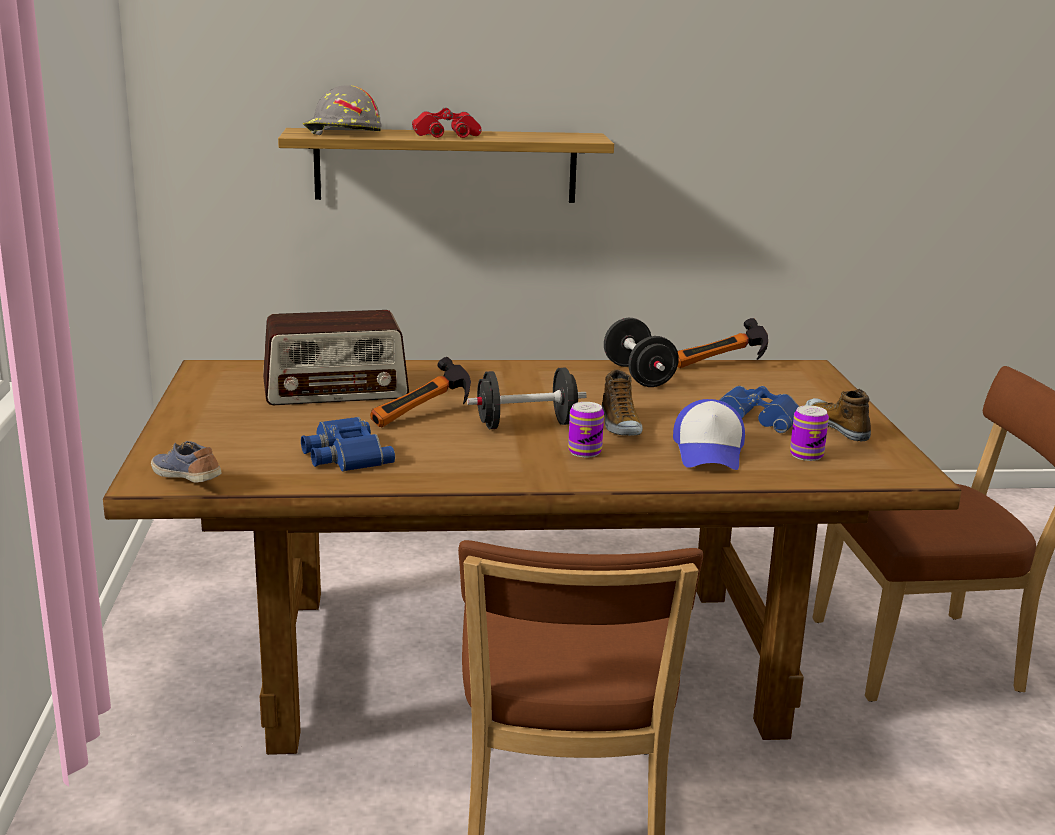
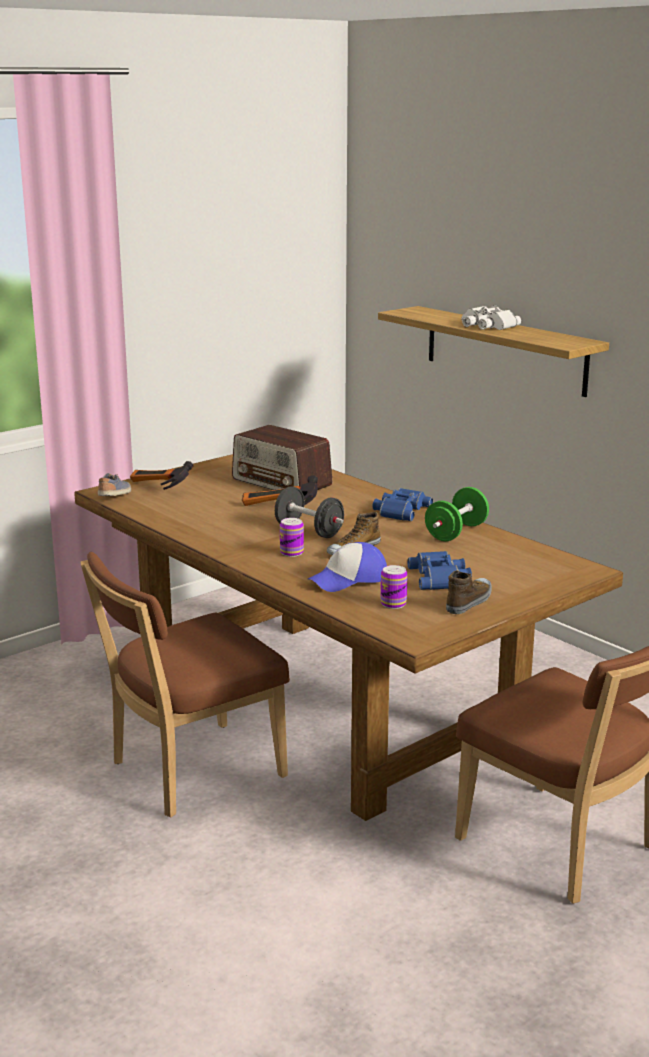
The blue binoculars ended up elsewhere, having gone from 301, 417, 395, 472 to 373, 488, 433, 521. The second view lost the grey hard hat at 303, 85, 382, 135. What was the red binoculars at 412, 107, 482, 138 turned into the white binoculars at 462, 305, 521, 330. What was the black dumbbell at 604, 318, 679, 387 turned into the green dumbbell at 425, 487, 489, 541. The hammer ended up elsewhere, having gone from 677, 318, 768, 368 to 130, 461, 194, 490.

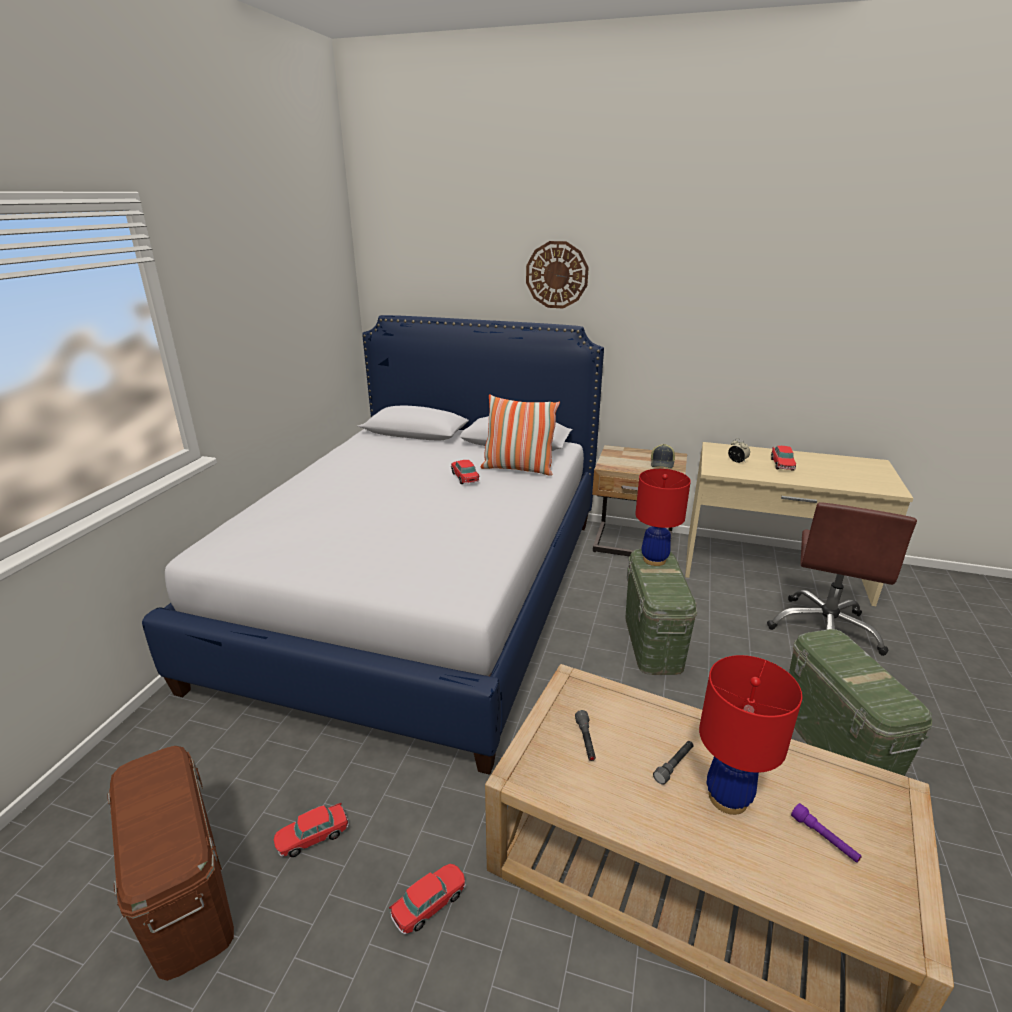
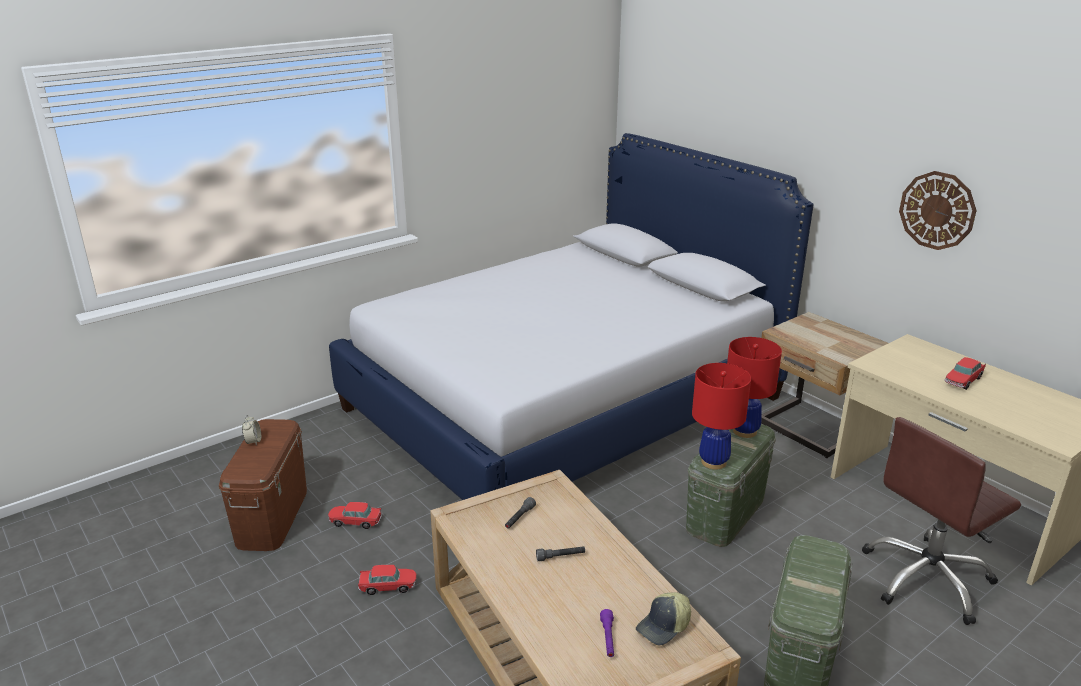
The second view lost the toy car at 451, 460, 480, 484. The second view lost the pillow at 480, 394, 560, 476. The wall clock ended up elsewhere, having gone from 526, 241, 589, 309 to 899, 171, 977, 250. The cap ended up elsewhere, having gone from 651, 444, 675, 468 to 636, 592, 691, 645. The red table lamp ended up elsewhere, having gone from 699, 655, 802, 815 to 692, 363, 751, 470. The alarm clock ended up elsewhere, having gone from 728, 439, 750, 463 to 242, 415, 261, 446.

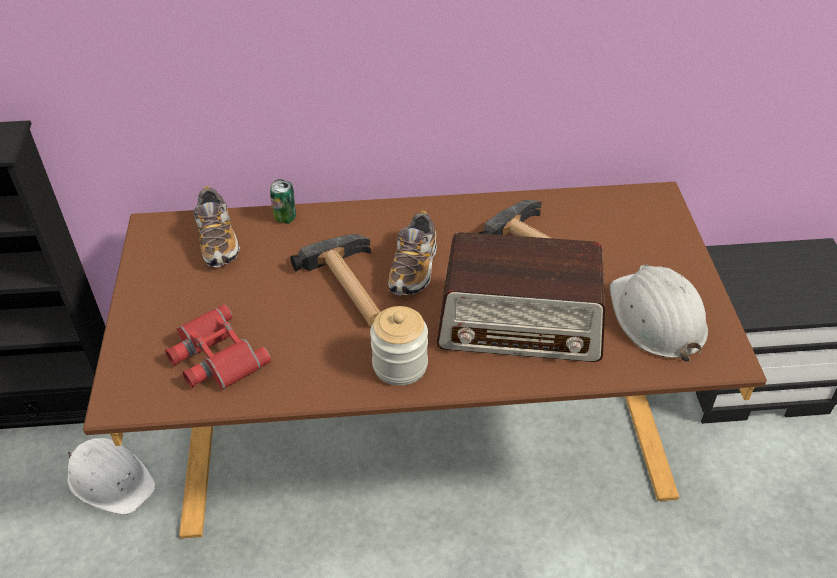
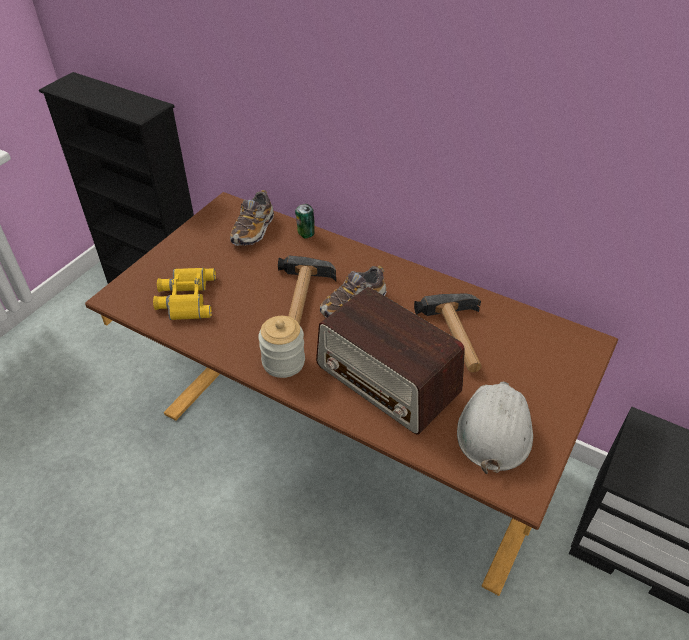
The second view lost the white hard hat at 67, 438, 156, 515. What was the red binoculars at 165, 304, 271, 390 turned into the yellow binoculars at 153, 268, 216, 320.

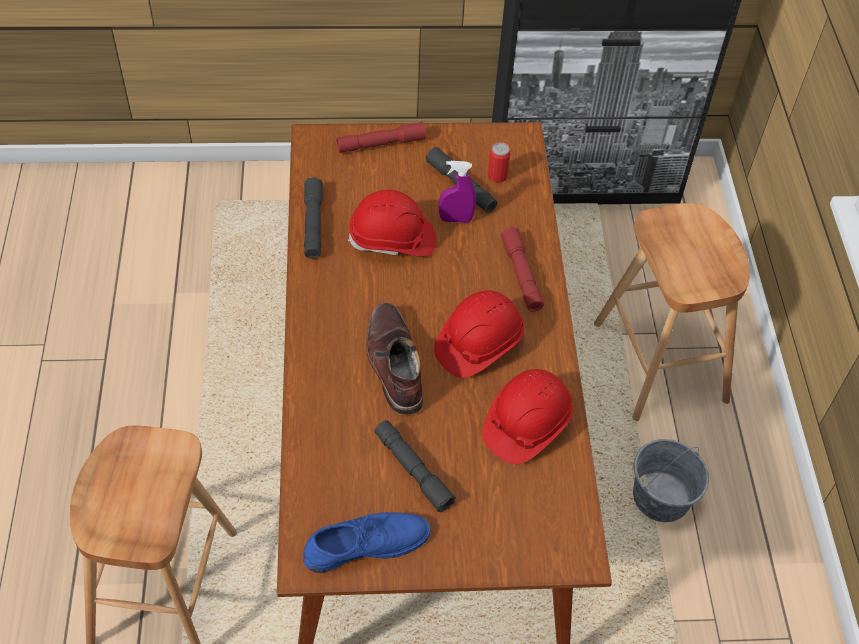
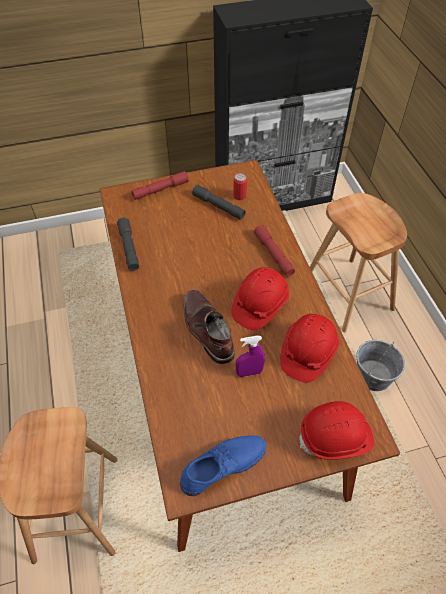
The red hard hat ended up elsewhere, having gone from 348, 190, 436, 257 to 299, 401, 374, 460. The second view lost the grey flashlight at 375, 420, 456, 512. The purple spray bottle ended up elsewhere, having gone from 439, 161, 476, 223 to 235, 336, 265, 377.

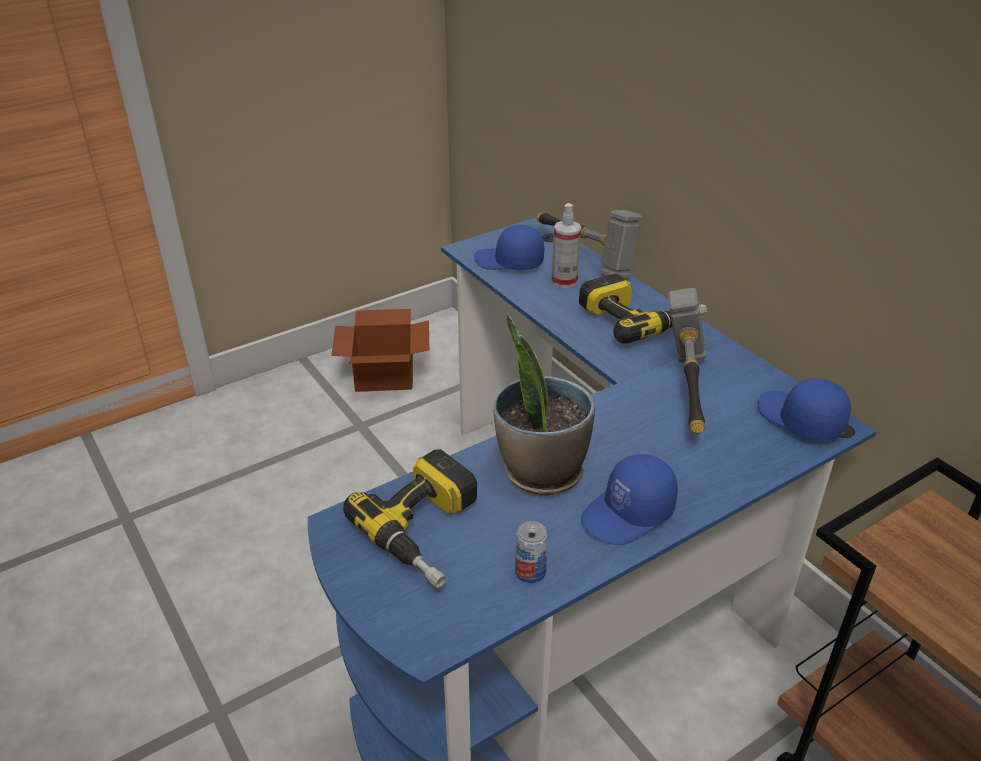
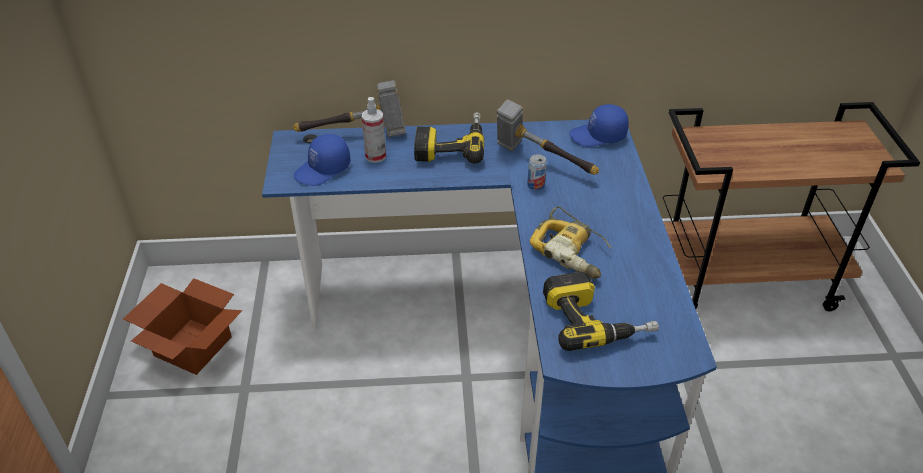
Where the potted plant stood at 493, 314, 595, 496, the power drill came to stand at 530, 207, 611, 279. The can ended up elsewhere, having gone from 515, 521, 548, 583 to 527, 154, 547, 191. The second view lost the blue cap at 581, 454, 678, 545.

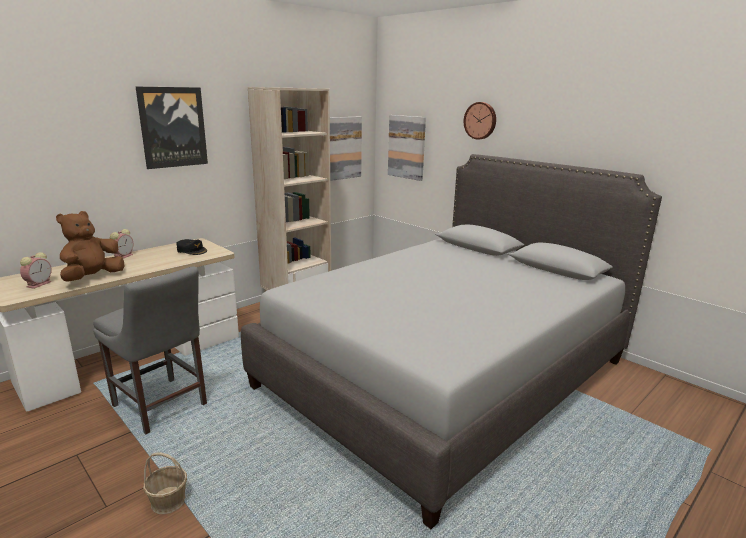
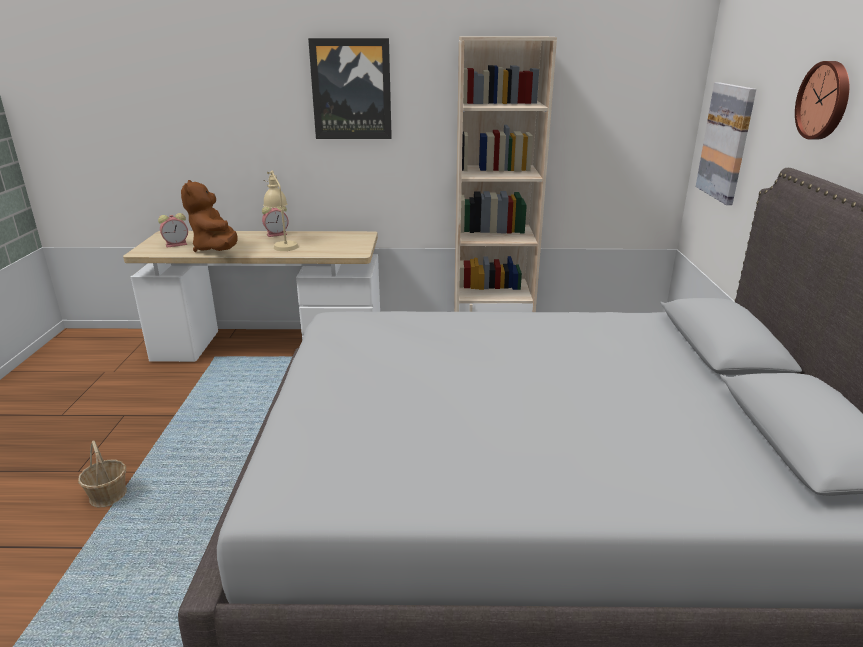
The brown plush toy at 56, 211, 125, 282 ended up facing another way, 90 degrees counterclockwise from before. The second view lost the grey chair at 93, 266, 207, 434. The second view lost the black cap at 176, 239, 207, 255. The second view lost the picture at 330, 117, 362, 181. The second view gained the beige table lamp at 263, 171, 298, 251.

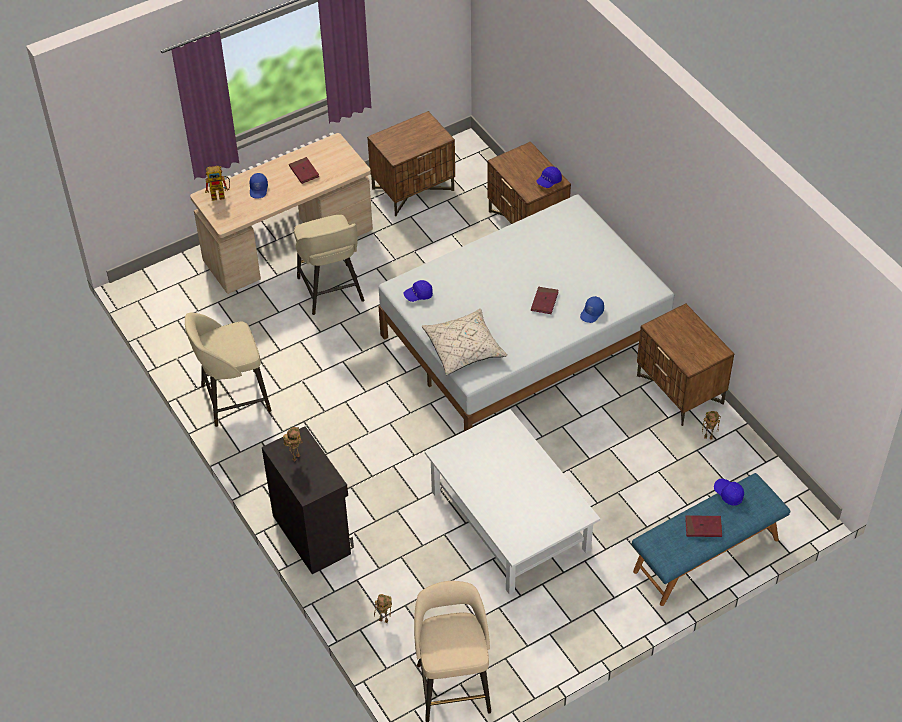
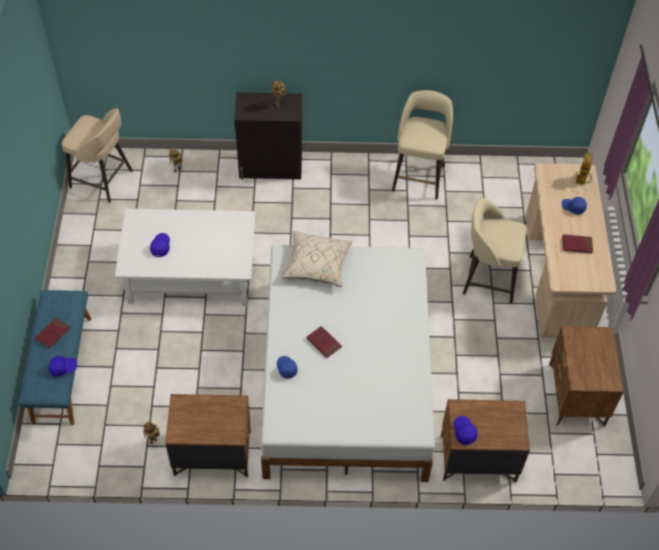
The blue cap ended up elsewhere, having gone from 403, 280, 433, 302 to 150, 233, 170, 257.

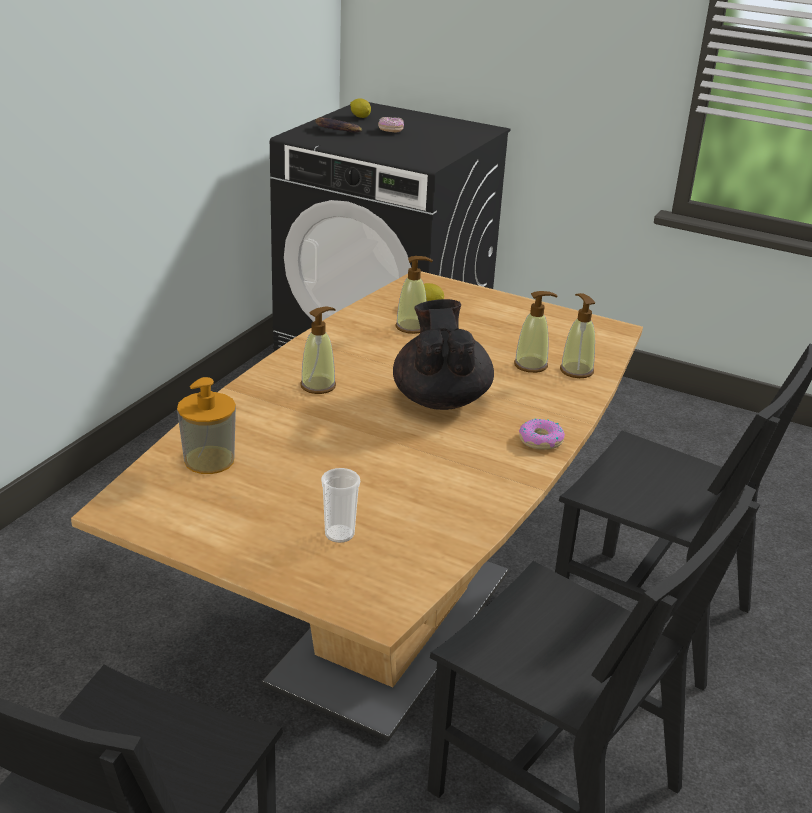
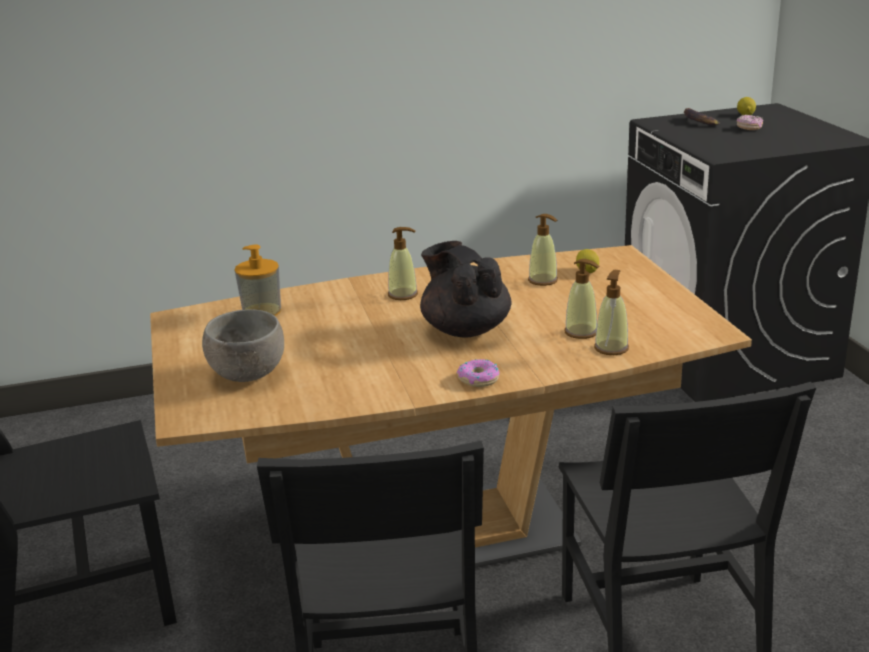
Where the cup stood at 321, 468, 360, 543, the grey bowl came to stand at 202, 309, 284, 382. The black teapot at 393, 299, 494, 410 ended up facing another way, 75 degrees counterclockwise from before.

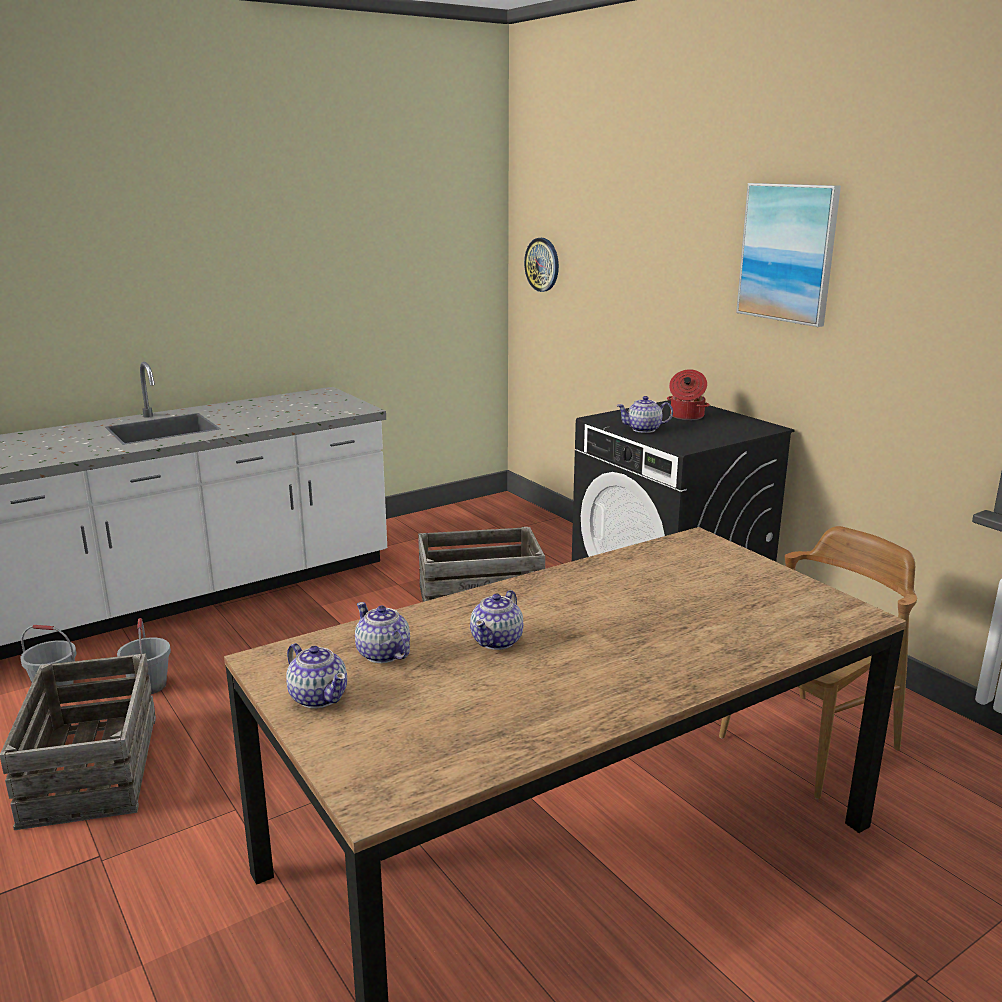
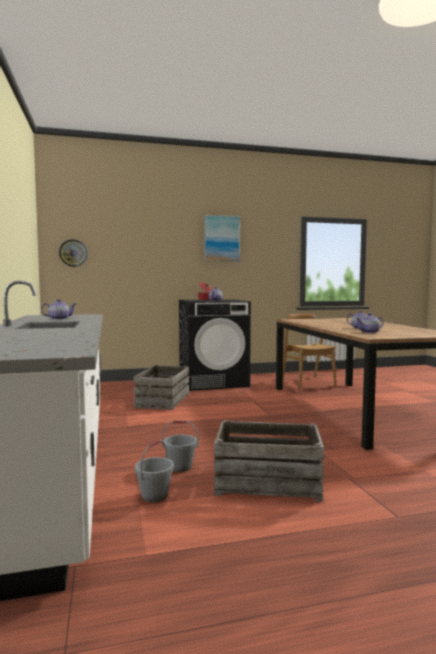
The teapot ended up elsewhere, having gone from 286, 643, 347, 708 to 41, 299, 76, 320.

